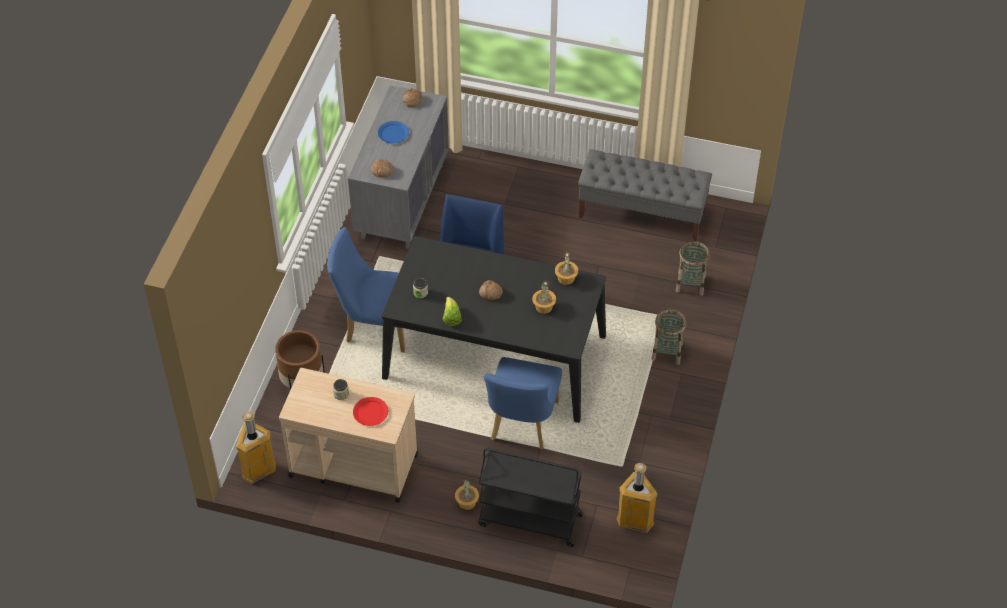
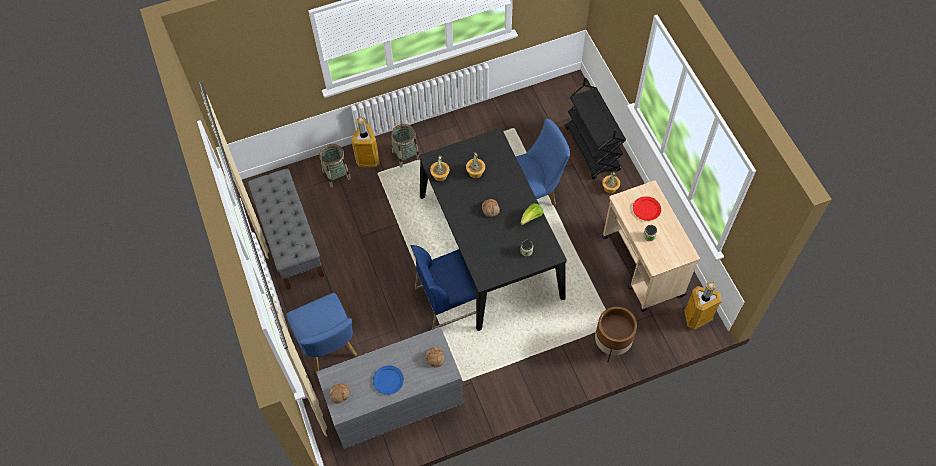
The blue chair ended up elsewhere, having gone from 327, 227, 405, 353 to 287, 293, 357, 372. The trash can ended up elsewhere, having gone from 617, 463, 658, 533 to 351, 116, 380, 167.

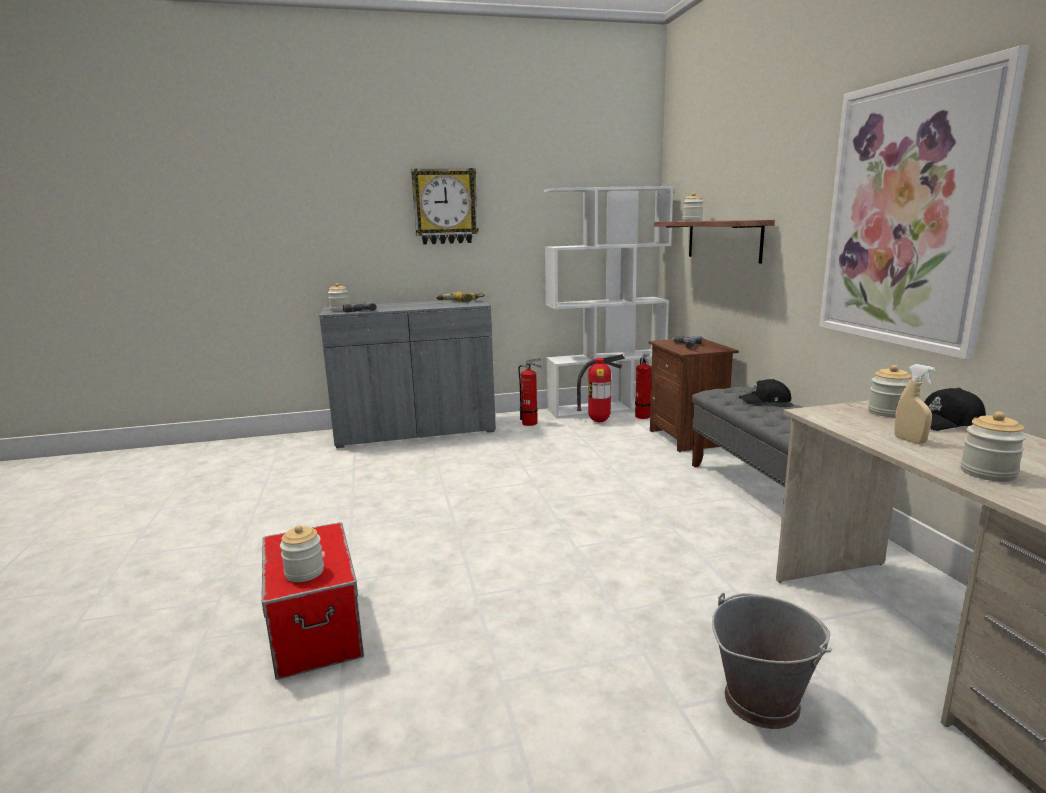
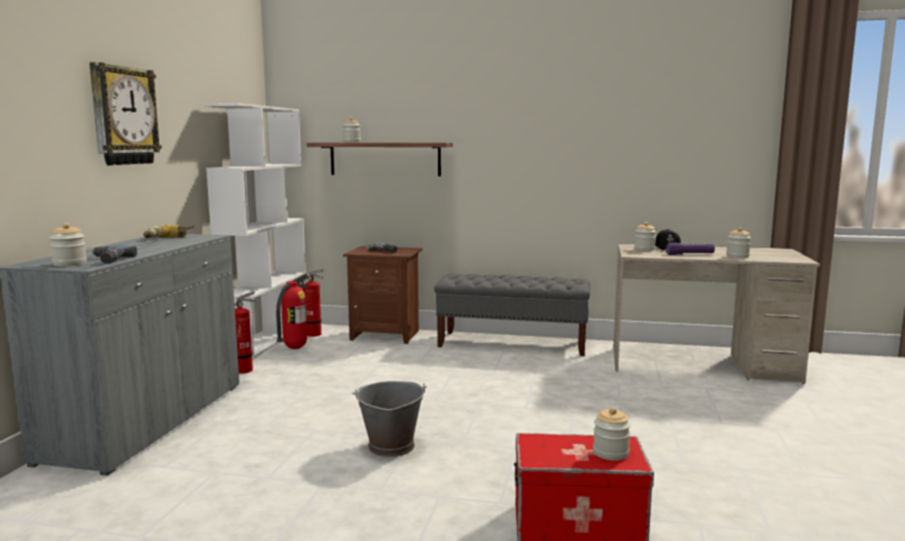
The grey bucket ended up elsewhere, having gone from 712, 593, 832, 729 to 352, 381, 427, 457. The second view lost the black cap at 739, 379, 791, 404. The second view lost the picture at 819, 45, 1029, 360. Where the beige spray bottle stood at 894, 364, 935, 444, the purple flashlight came to stand at 666, 242, 715, 255.

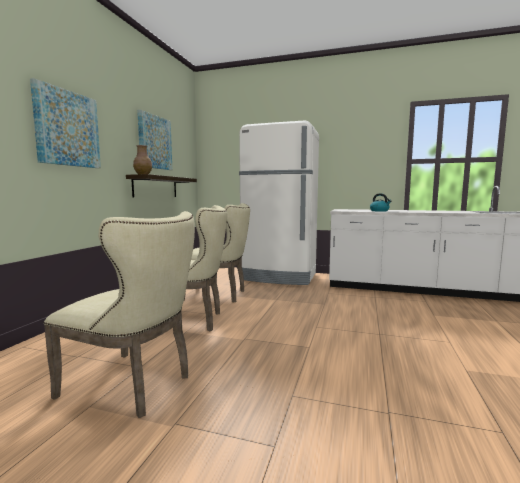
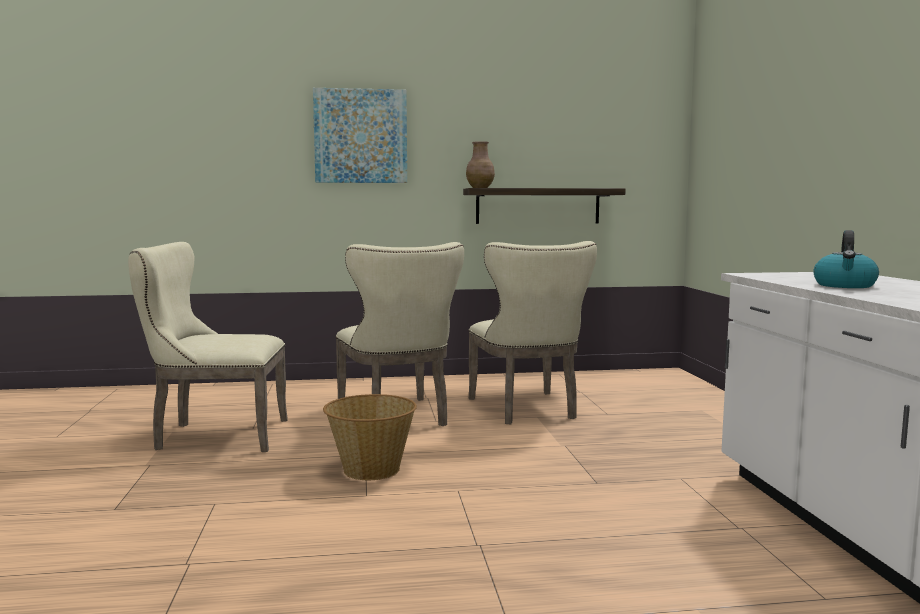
The beige chair at 44, 211, 195, 418 ended up facing another way, 90 degrees clockwise from before. The second view lost the picture at 137, 110, 172, 170. The second view lost the white fridge at 239, 121, 319, 285. The second view gained the basket at 323, 394, 417, 480.

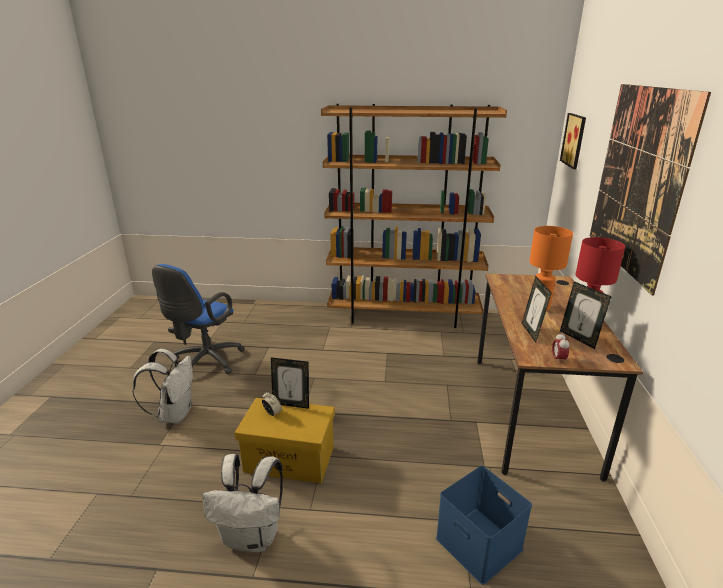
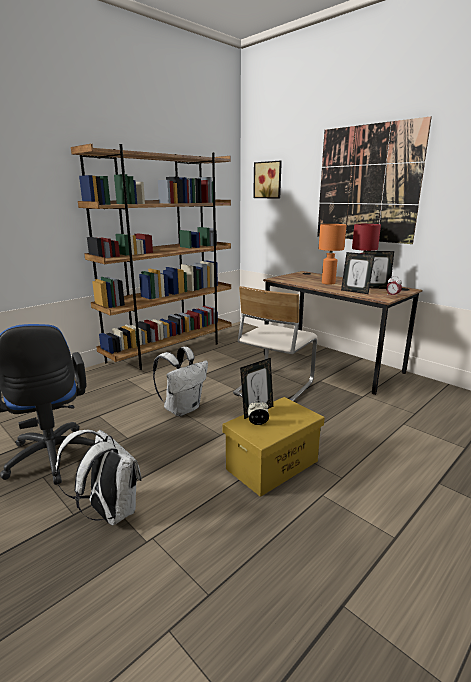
The white backpack ended up elsewhere, having gone from 203, 454, 283, 552 to 153, 347, 208, 416. The second view lost the blue storage box at 436, 466, 532, 585. The second view gained the beige chair at 233, 286, 318, 401.

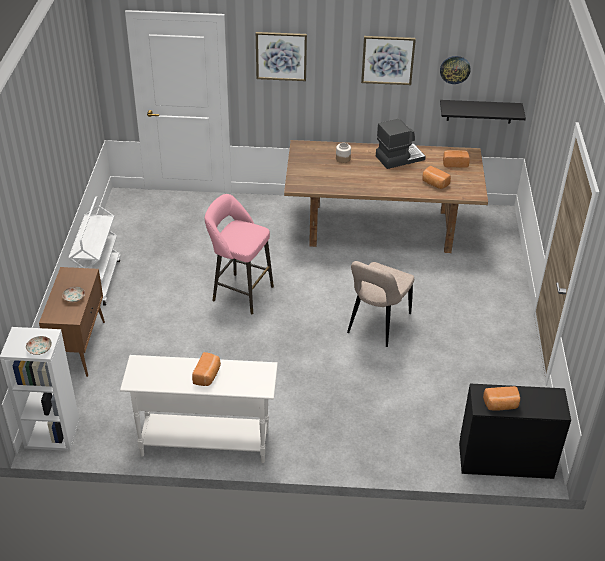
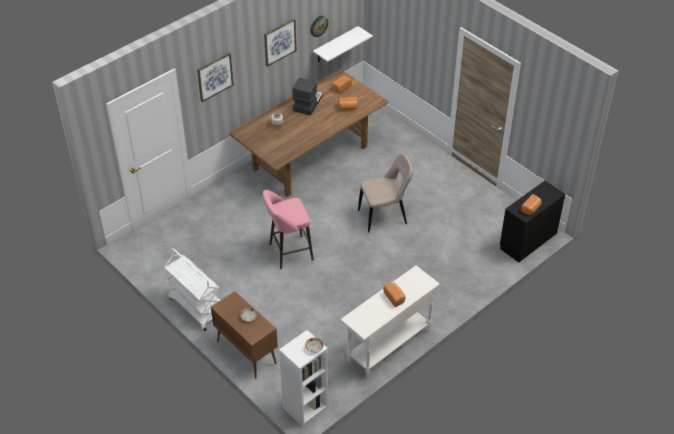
The beige chair at 347, 261, 414, 347 ended up facing another way, 90 degrees counterclockwise from before. What was the black shelf at 440, 100, 526, 123 turned into the white shelf at 313, 26, 373, 62.

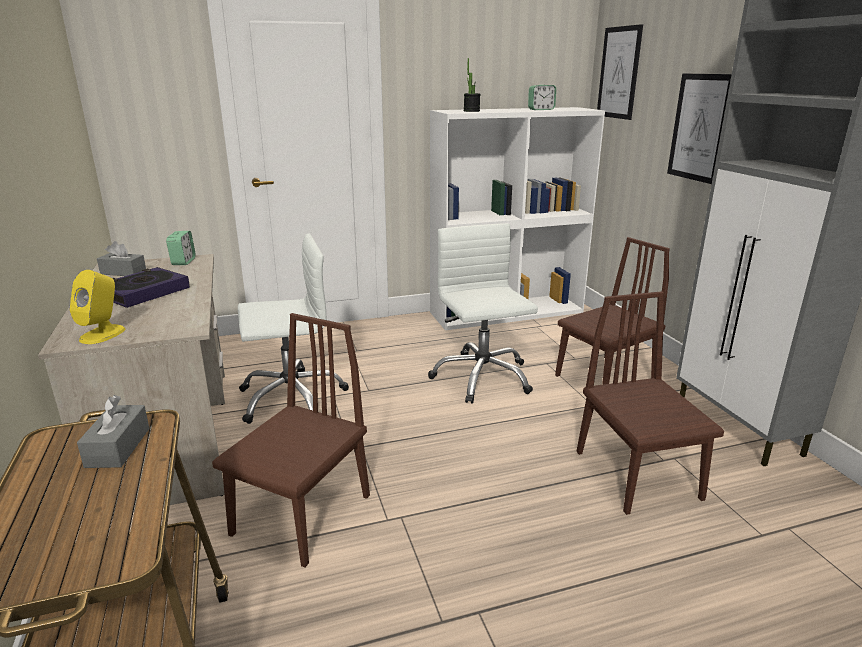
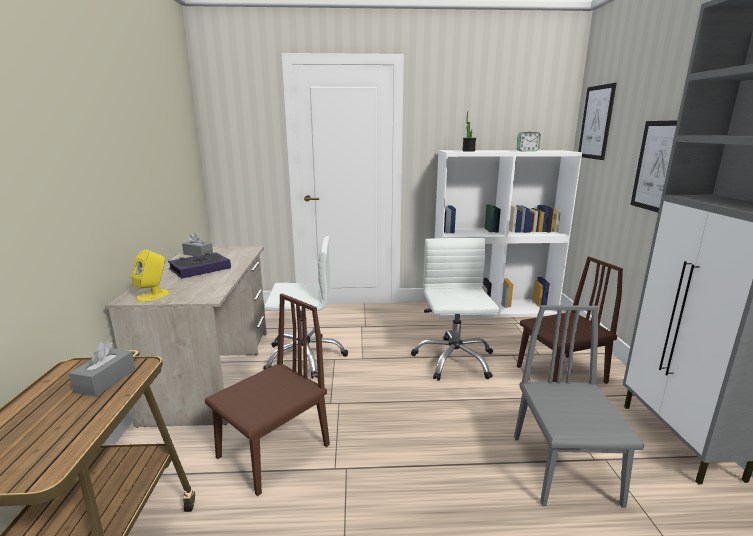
The second view lost the alarm clock at 166, 231, 196, 265. What was the brown chair at 577, 291, 724, 515 turned into the grey chair at 514, 305, 644, 508.

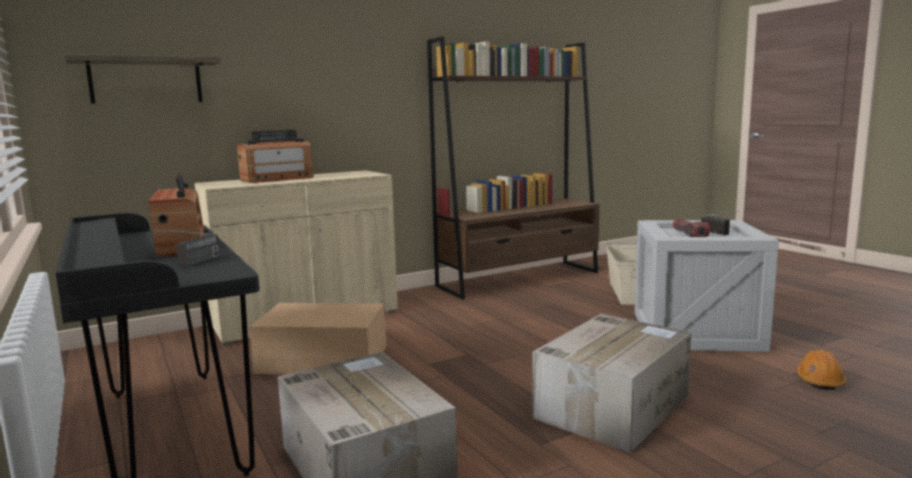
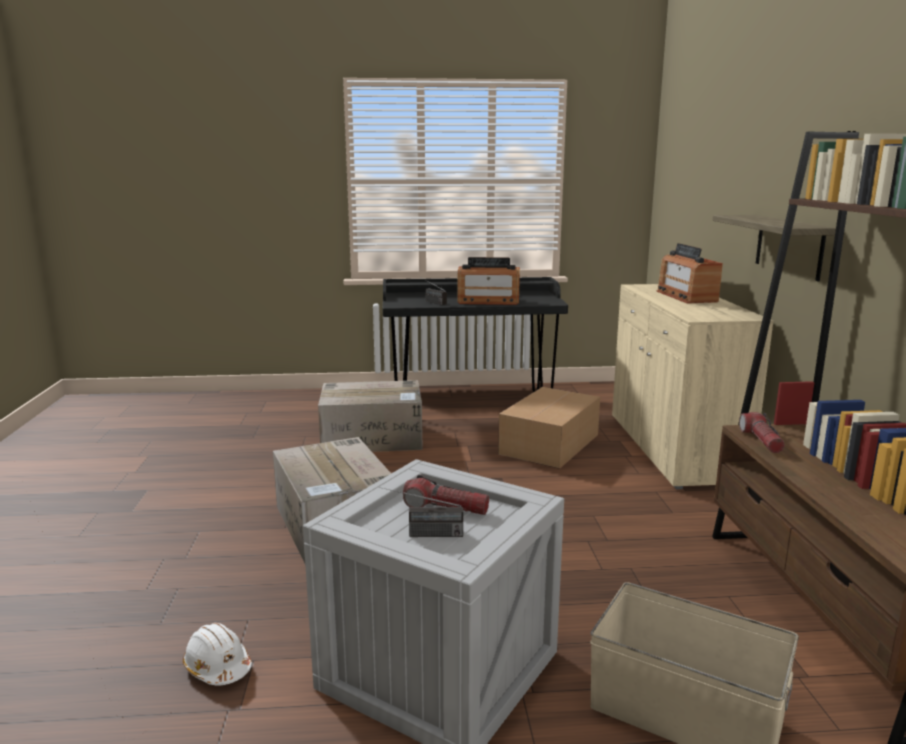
The shelf ended up elsewhere, having gone from 64, 54, 221, 103 to 713, 215, 836, 281. What was the orange hard hat at 796, 349, 846, 390 turned into the white hard hat at 183, 623, 252, 685. The second view gained the flashlight at 739, 412, 785, 453.

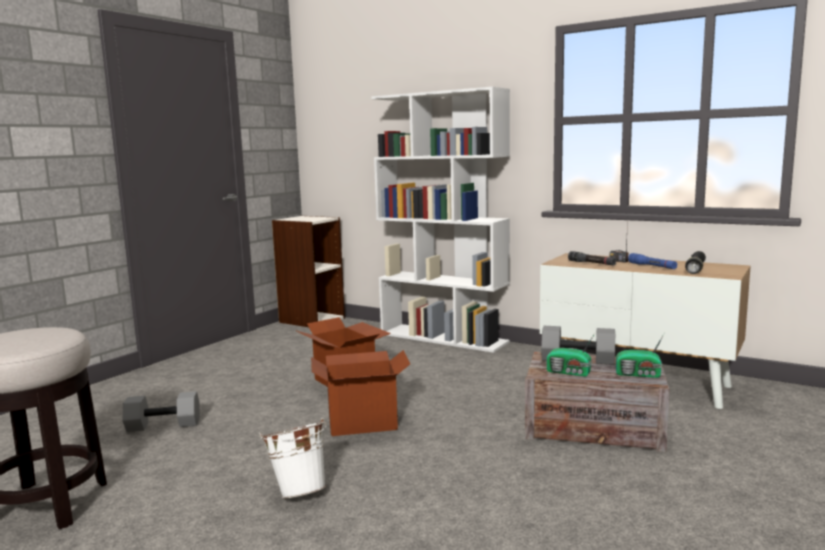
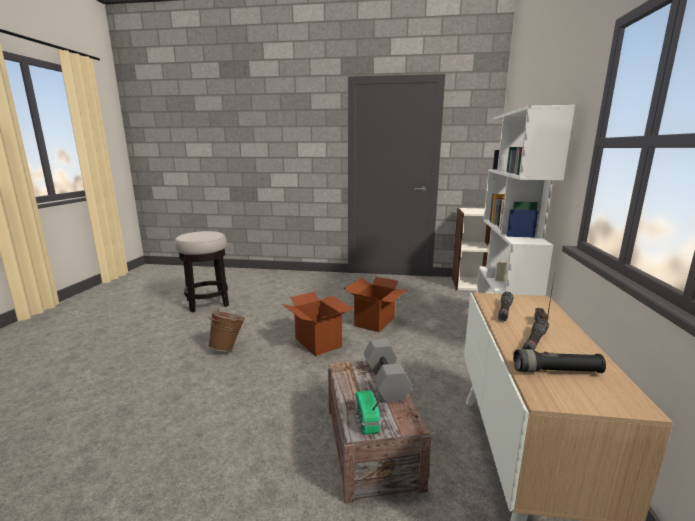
The second view lost the grey dumbbell at 123, 391, 200, 432. What was the white bucket at 259, 418, 327, 498 turned into the brown bucket at 208, 309, 245, 351. The second view lost the radio at 546, 333, 595, 377. What was the blue flashlight at 628, 253, 678, 269 turned into the black flashlight at 522, 318, 549, 351.

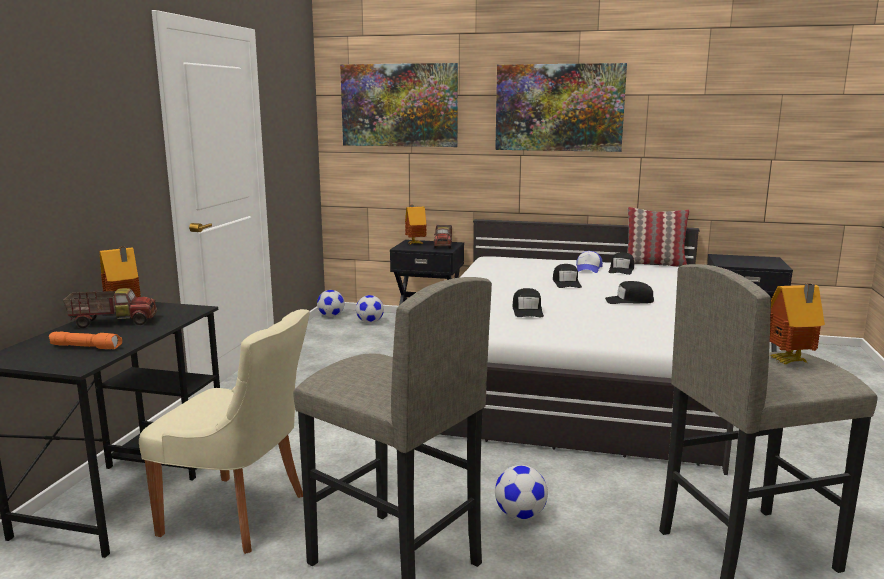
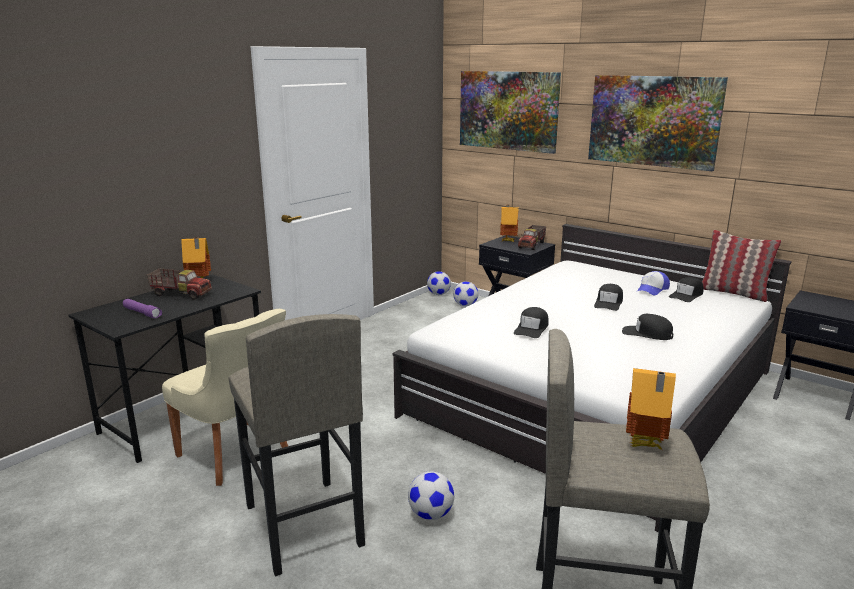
What was the orange flashlight at 49, 332, 122, 349 turned into the purple flashlight at 123, 299, 162, 318.

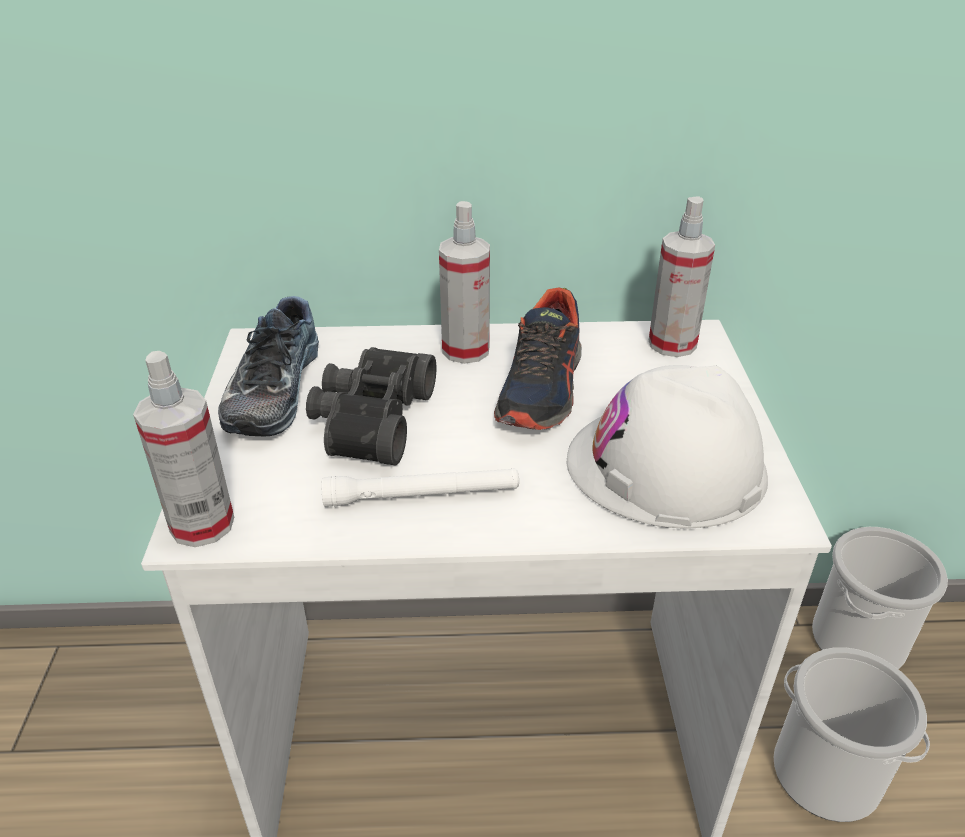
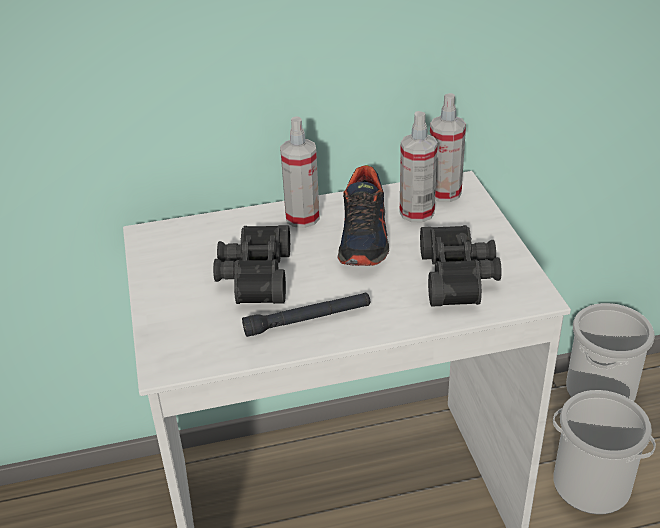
The spray bottle ended up elsewhere, having gone from 133, 351, 234, 547 to 400, 111, 438, 222. The second view lost the shoe at 218, 296, 319, 437. What was the white flashlight at 322, 468, 519, 507 turned into the black flashlight at 242, 293, 370, 337. Where the white hard hat stood at 567, 365, 768, 529, the black binoculars came to stand at 420, 225, 502, 306.

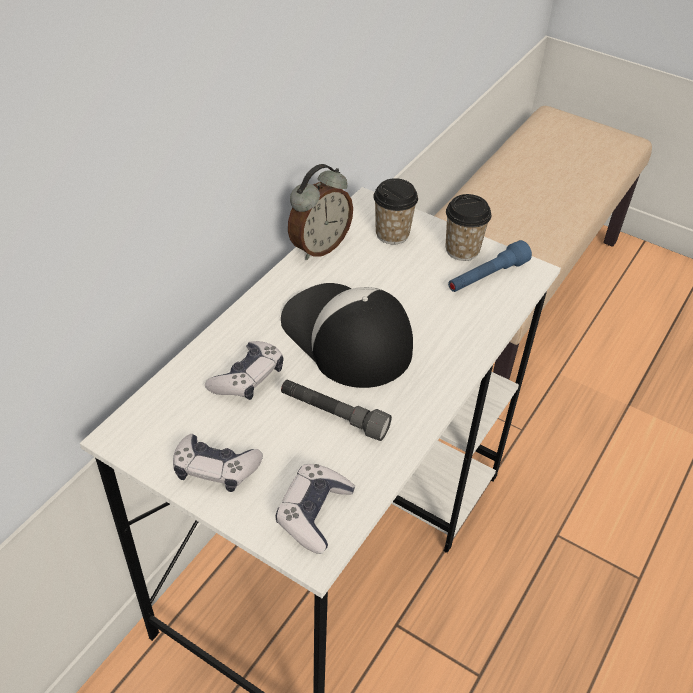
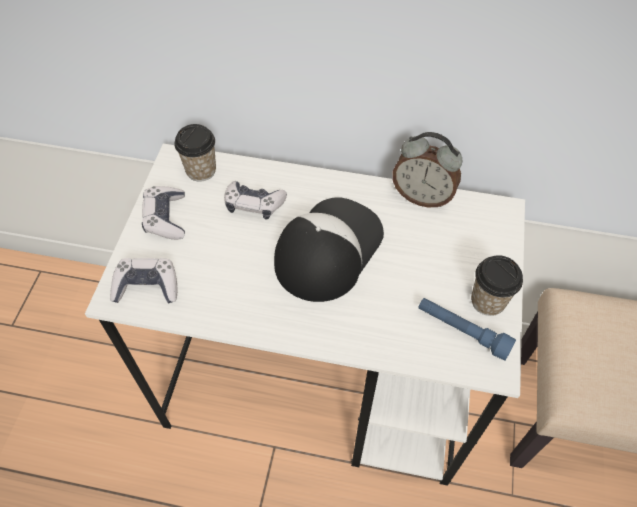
The second view lost the grey flashlight at 281, 380, 392, 441. The cup ended up elsewhere, having gone from 373, 178, 418, 244 to 174, 124, 216, 182.

